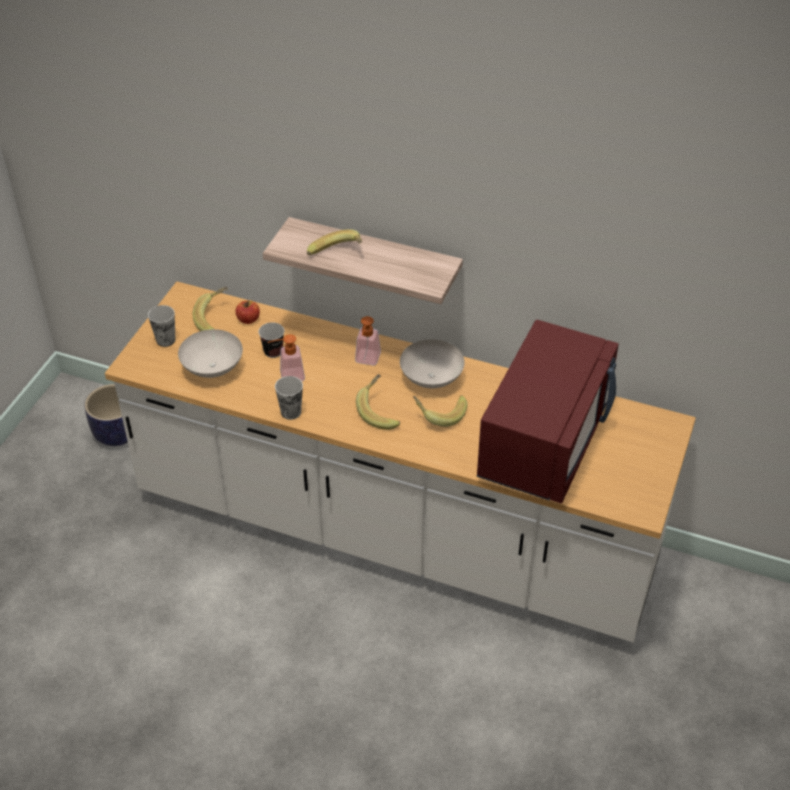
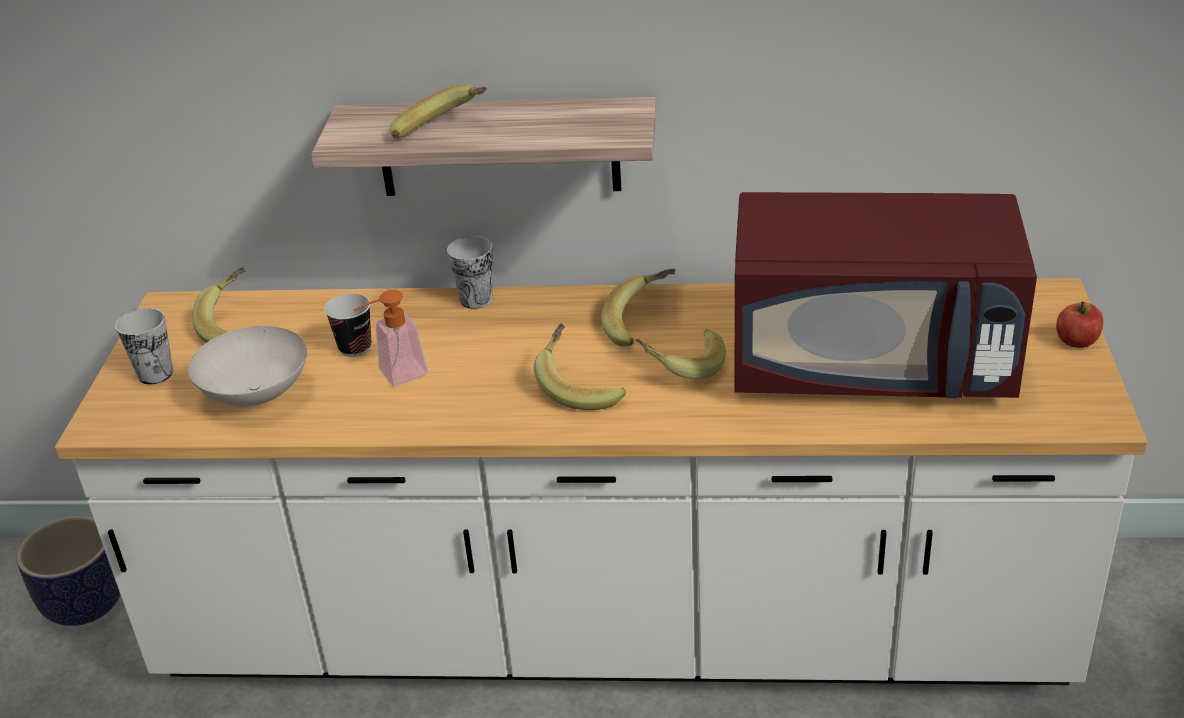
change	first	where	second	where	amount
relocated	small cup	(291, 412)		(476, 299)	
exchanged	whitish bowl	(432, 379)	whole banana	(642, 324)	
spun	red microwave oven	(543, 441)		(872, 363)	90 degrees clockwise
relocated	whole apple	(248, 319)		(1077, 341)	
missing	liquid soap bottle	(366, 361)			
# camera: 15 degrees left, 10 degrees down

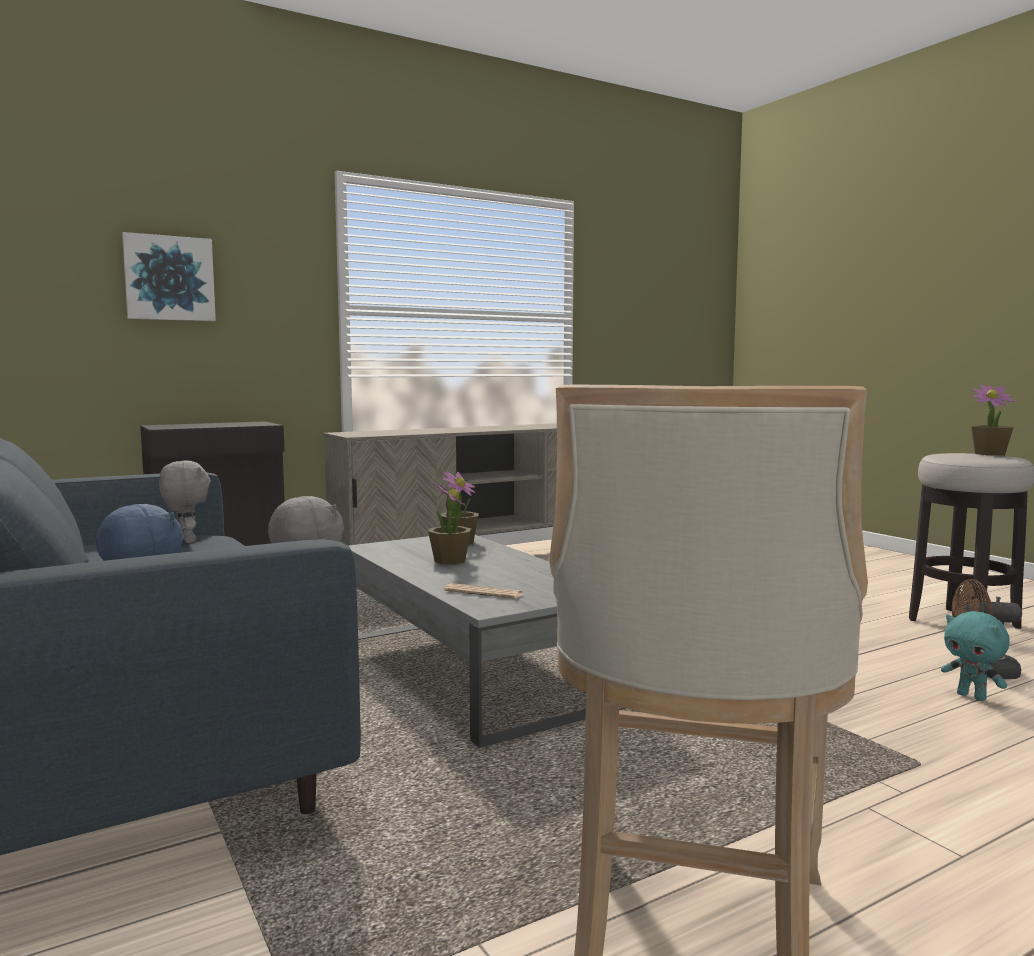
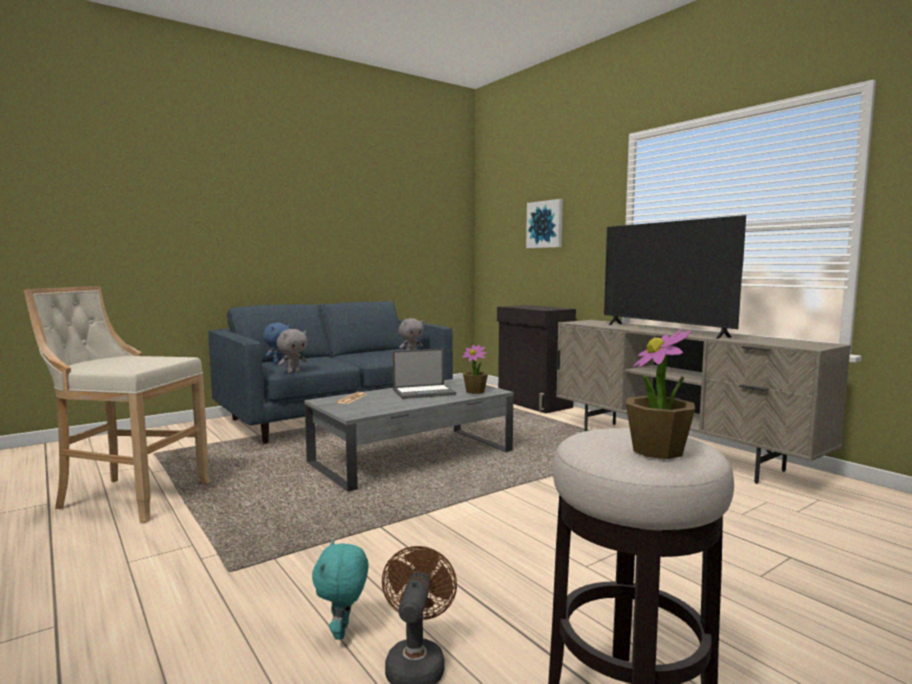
change	first	where	second	where	amount
spun	turquoise-coloured plush toy	(972, 696)		(343, 632)	45 degrees counterclockwise
exchanged	potted plant	(449, 560)	laptop	(424, 392)	
appeared			TV set	(663, 330)	
# camera: 85 degrees right, 0 degrees up

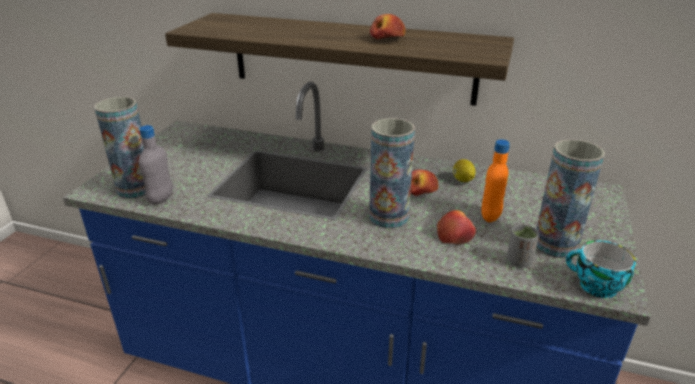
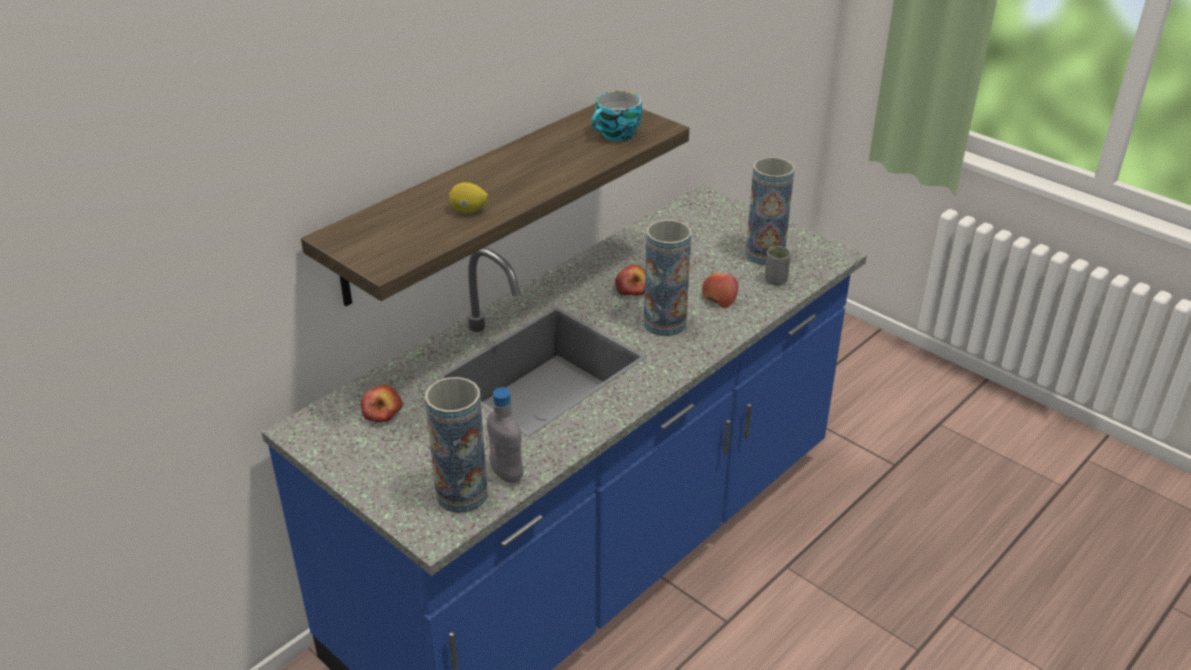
change	first	where	second	where	amount
relocated	whole apple	(387, 39)		(383, 413)	
relocated	whole lemon	(463, 180)		(468, 211)	
relocated	small cup	(595, 286)		(617, 135)	
missing	orange beverage bottle	(490, 216)			
# camera: 65 degrees left, 5 degrees up

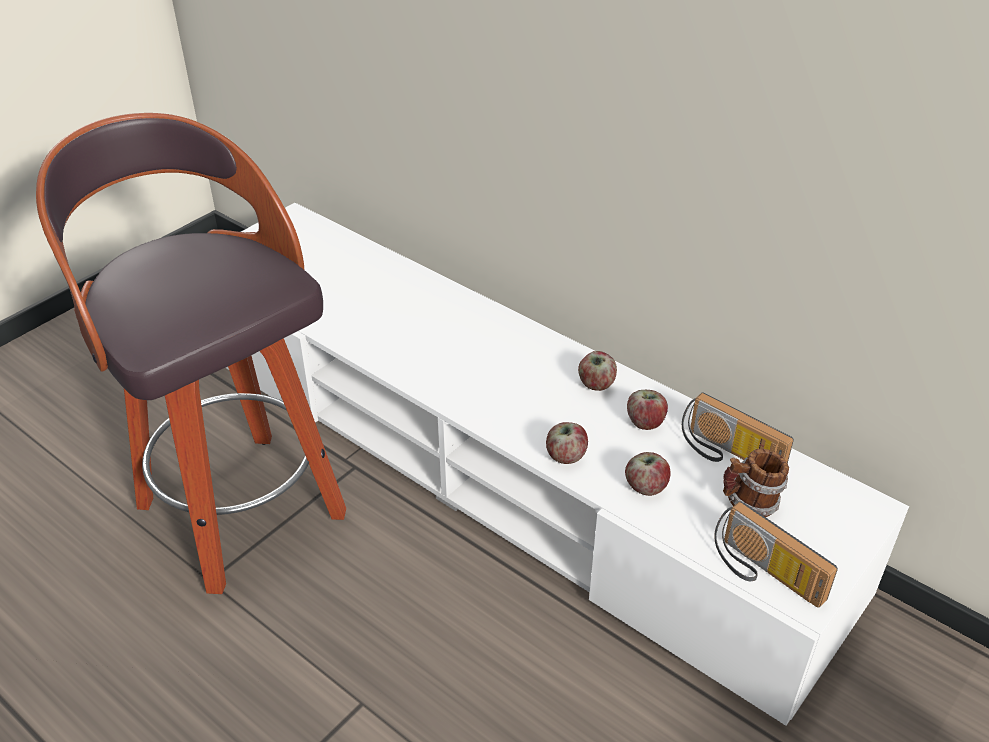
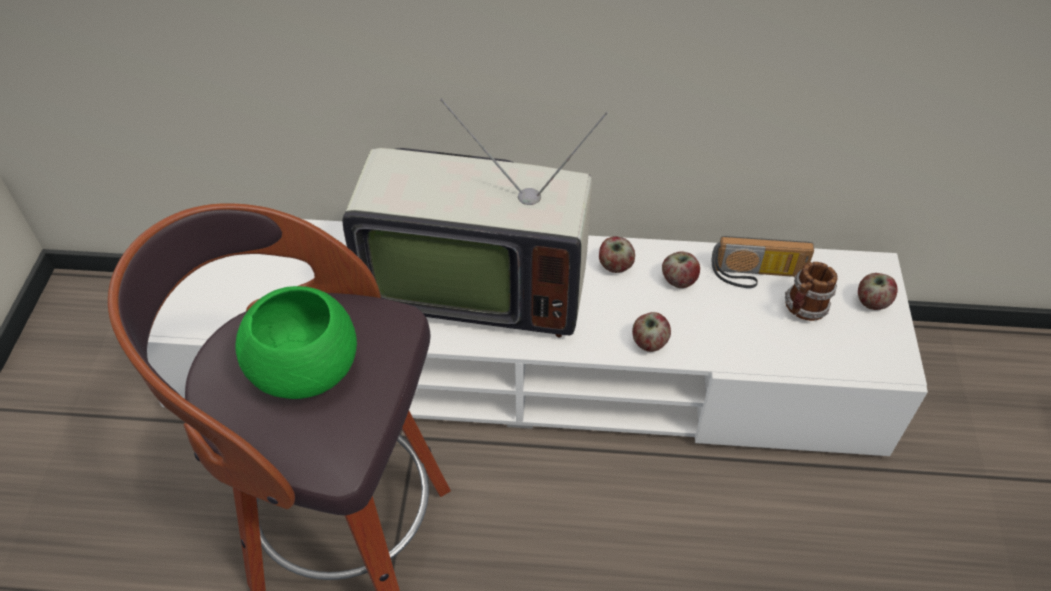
change	first	where	second	where	amount
appeared			green-coloured bowl	(306, 369)	
appeared			TV set	(474, 285)	
relocated	whole apple	(646, 486)		(872, 302)	
missing	radio receiver	(763, 573)			
# camera: 35 degrees left, 10 degrees up

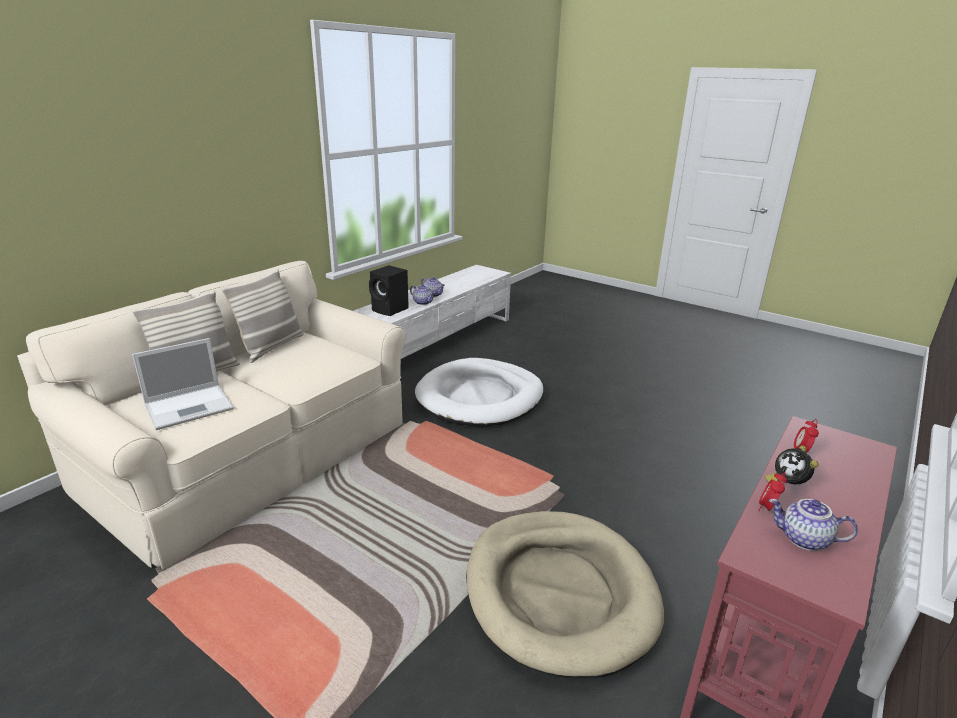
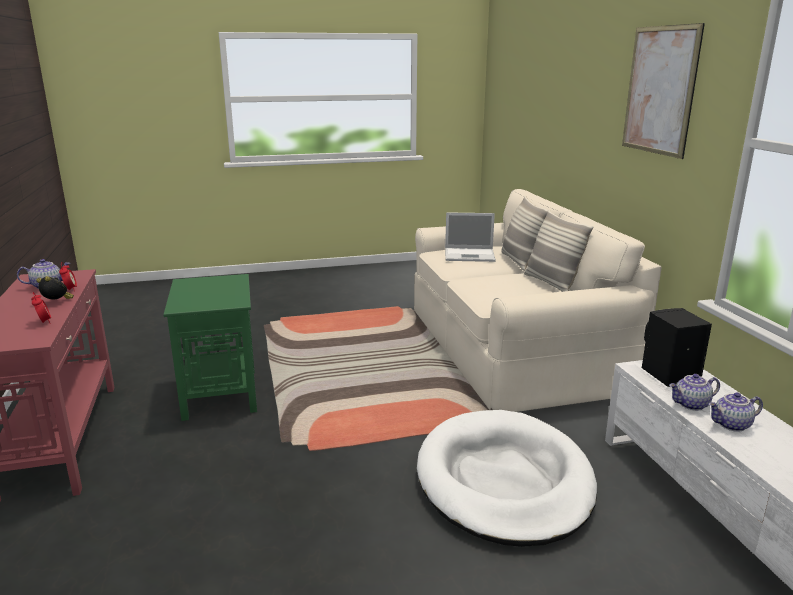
change	first	where	second	where	amount
exchanged	sand-coloured dog bed	(559, 592)	green-coloured accent table	(220, 394)	
spun	laptop	(191, 406)		(470, 255)	90 degrees counterclockwise
appeared			picture	(659, 90)	
# camera: 130 degrees right, 5 degrees down

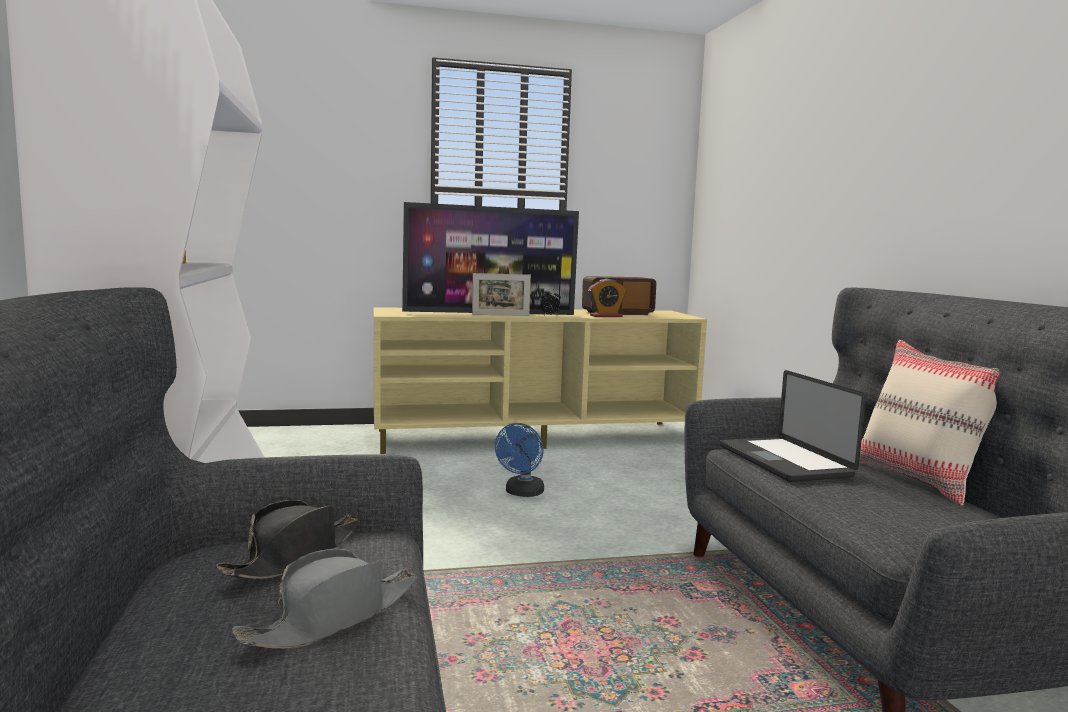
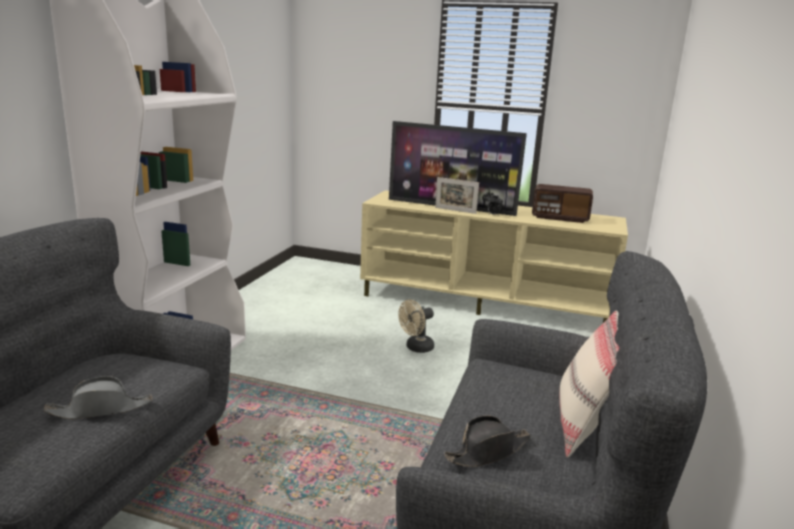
change	first	where	second	where	amount
colour	blue cooling fan	(522, 493)	sand-coloured cooling fan	(416, 348)	
relocated	black-coloured hat	(295, 555)		(488, 451)	
missing	bedside clock	(606, 316)			
missing	laptop	(783, 461)			
# camera: 30 degrees right, 10 degrees up

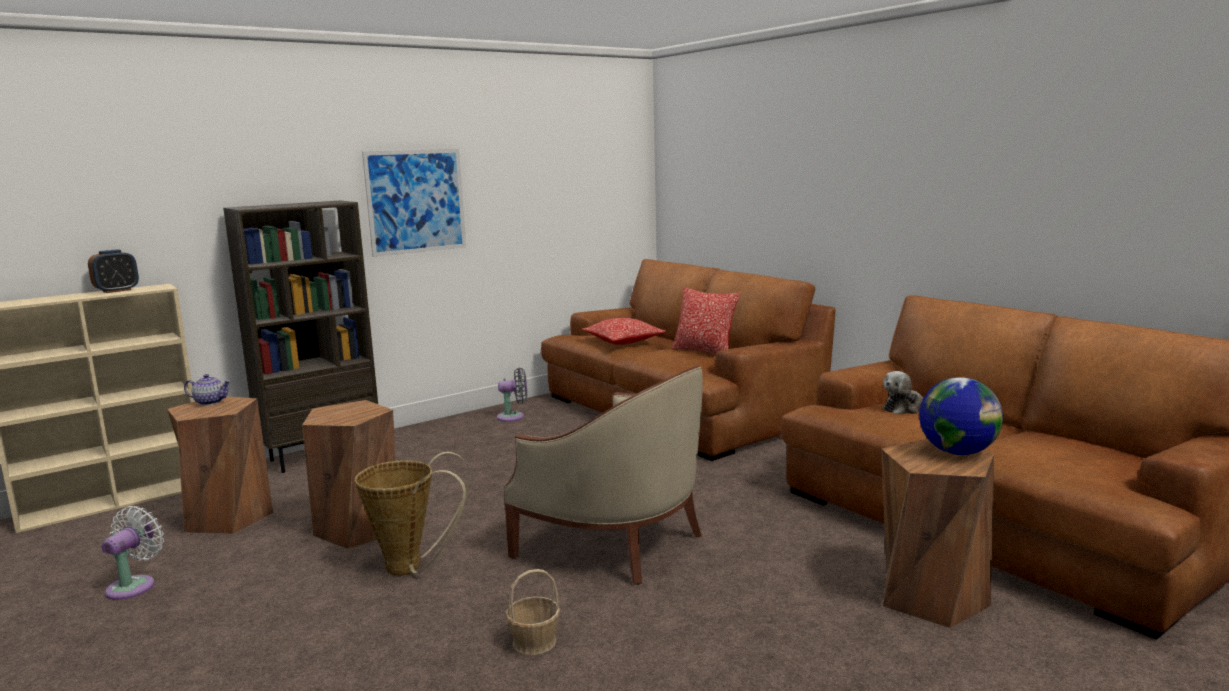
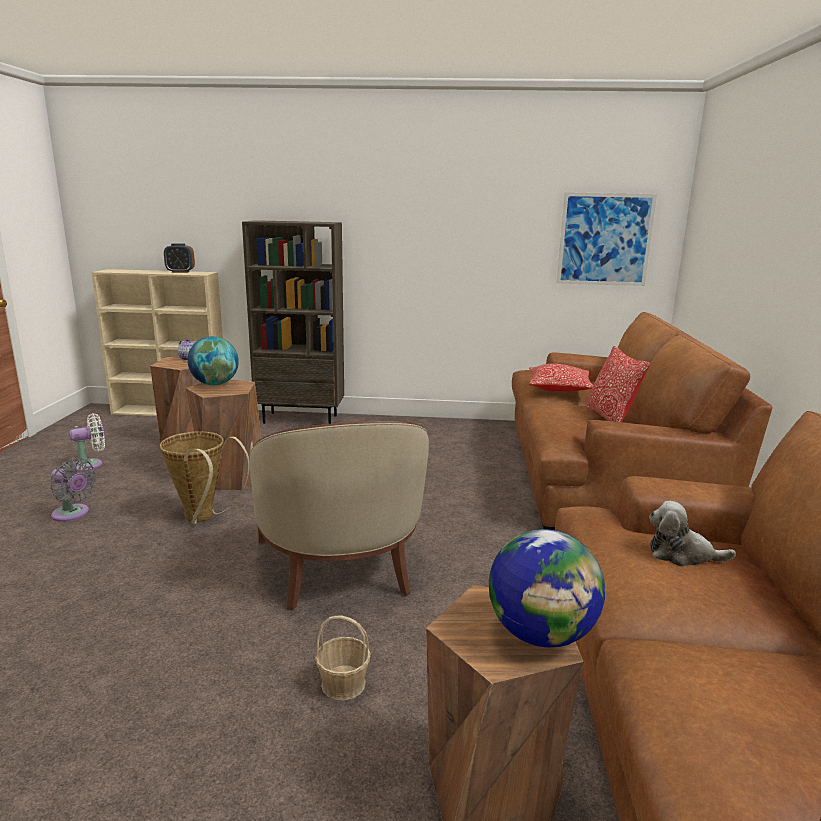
change	first	where	second	where	amount
relocated	grey cooling fan	(513, 417)		(73, 514)	
appeared			desk globe	(215, 384)	
relocated	household basket	(534, 642)		(343, 683)	
relocated	picture	(416, 201)		(605, 239)	
# camera: 40 degrees right, 5 degrees up

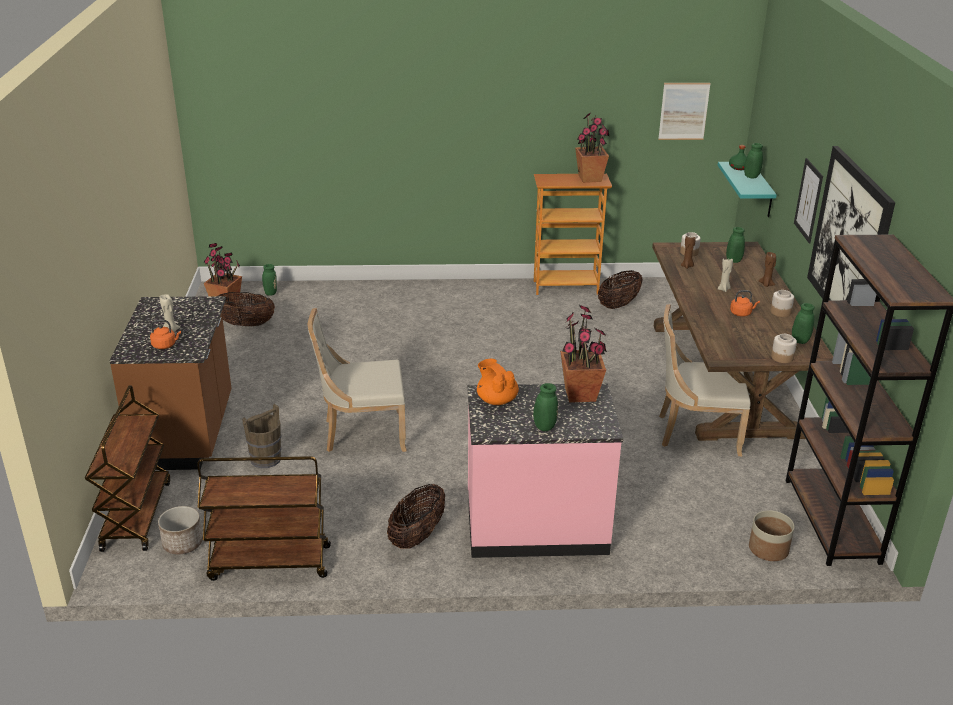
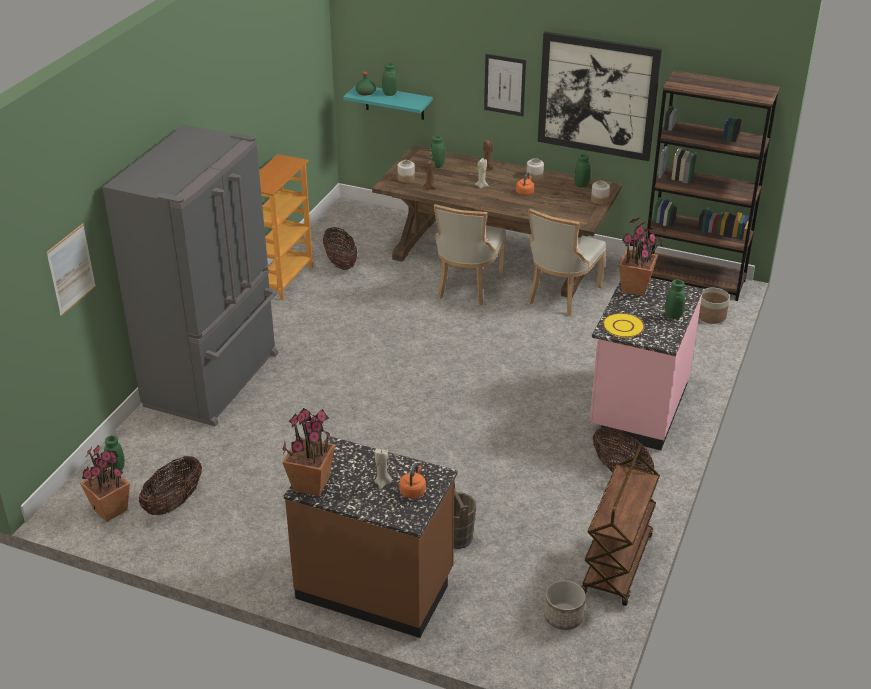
change	first	where	second	where	amount
relocated	picture	(684, 111)		(71, 269)	
appeared			grey fridge	(215, 380)	
relocated	potted plant	(590, 178)		(311, 484)	
relocated	sand-coloured upright chair	(361, 433)		(467, 287)	
exchanged	orange tea pot	(496, 400)	yellowish plate	(623, 326)	
missing	brownish trolley	(136, 515)			
# camera: 65 degrees left, 5 degrees up

